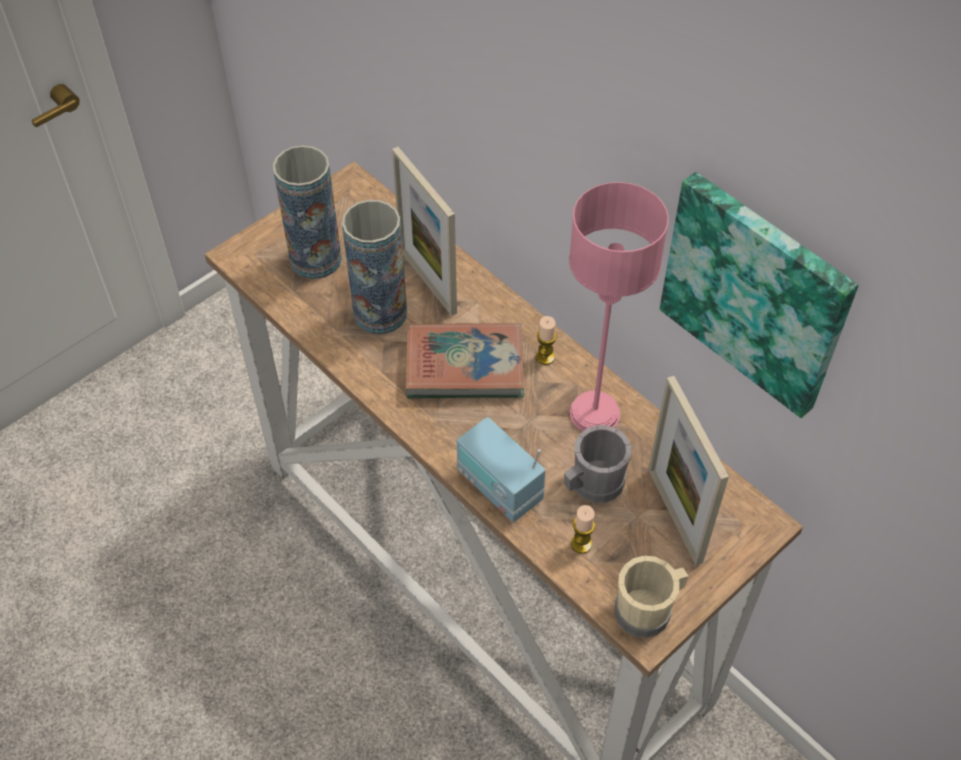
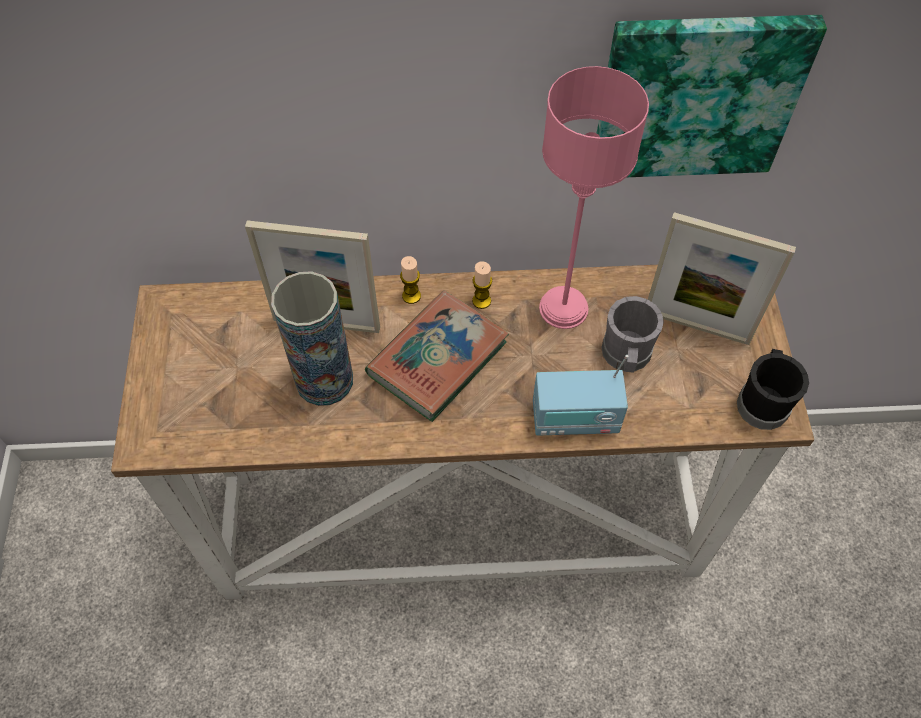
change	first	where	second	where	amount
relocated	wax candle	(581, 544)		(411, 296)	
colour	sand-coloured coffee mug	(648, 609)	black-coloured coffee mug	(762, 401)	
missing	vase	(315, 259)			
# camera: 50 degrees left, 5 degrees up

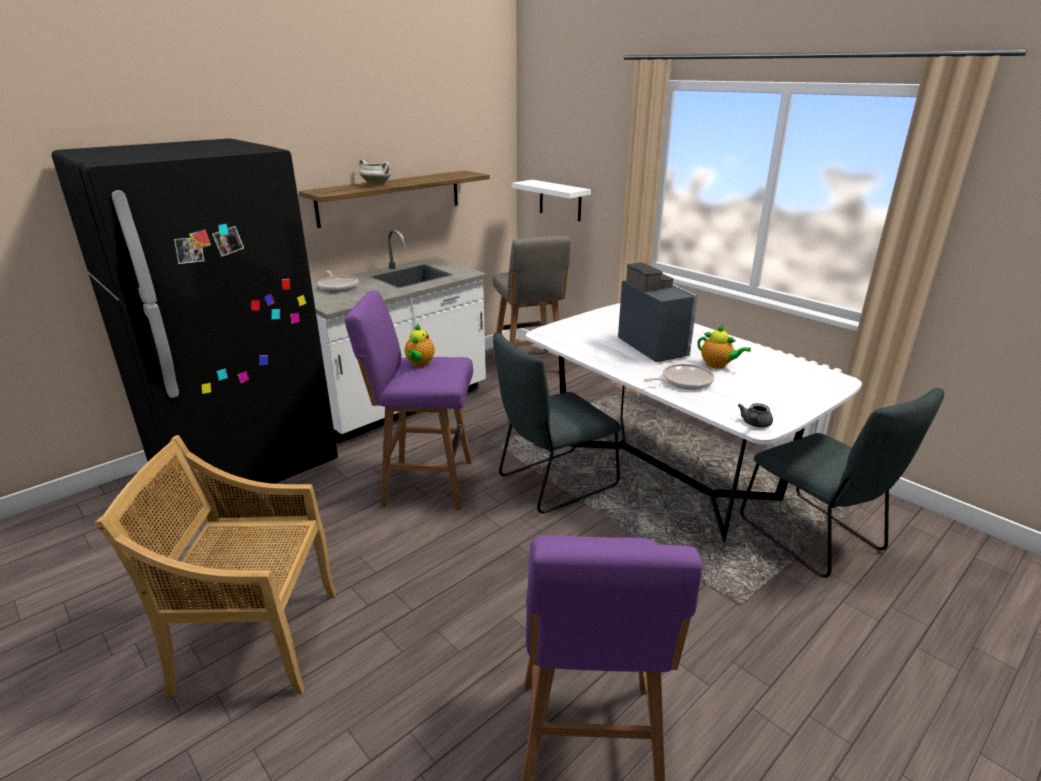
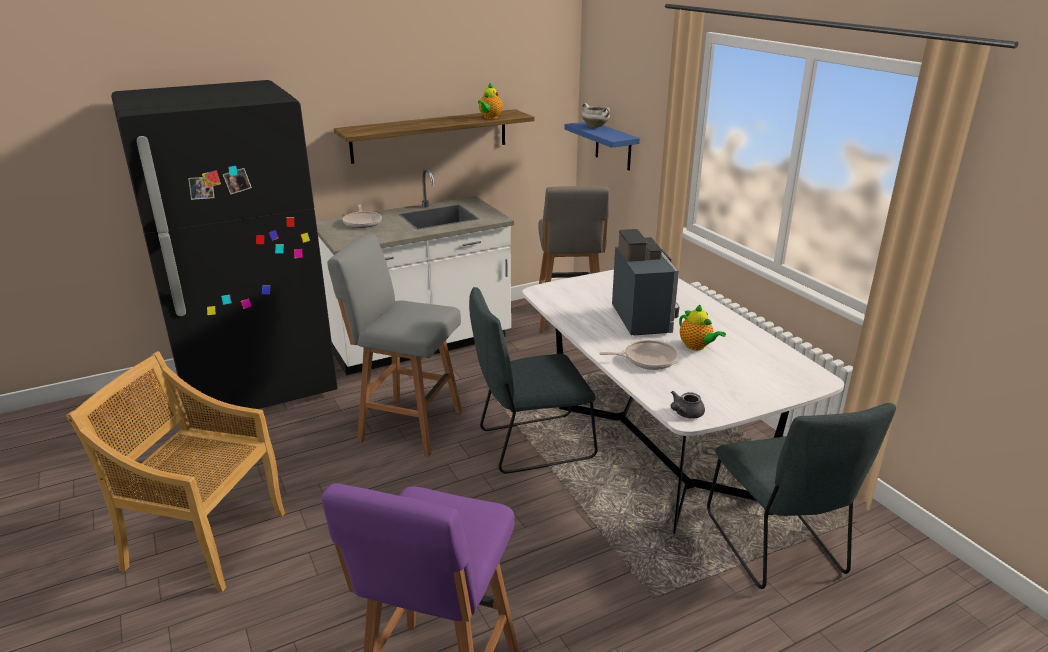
change	first	where	second	where	amount
colour	purple-coloured stool seat	(424, 482)	grey stool seat	(407, 425)	
relocated	tea pot	(419, 364)		(490, 117)	
colour	whitish wall shelf	(560, 200)	blue wall shelf	(613, 146)	
relocated	whitish saucepot	(377, 185)		(595, 126)	
# camera: 15 degrees right, 0 degrees up

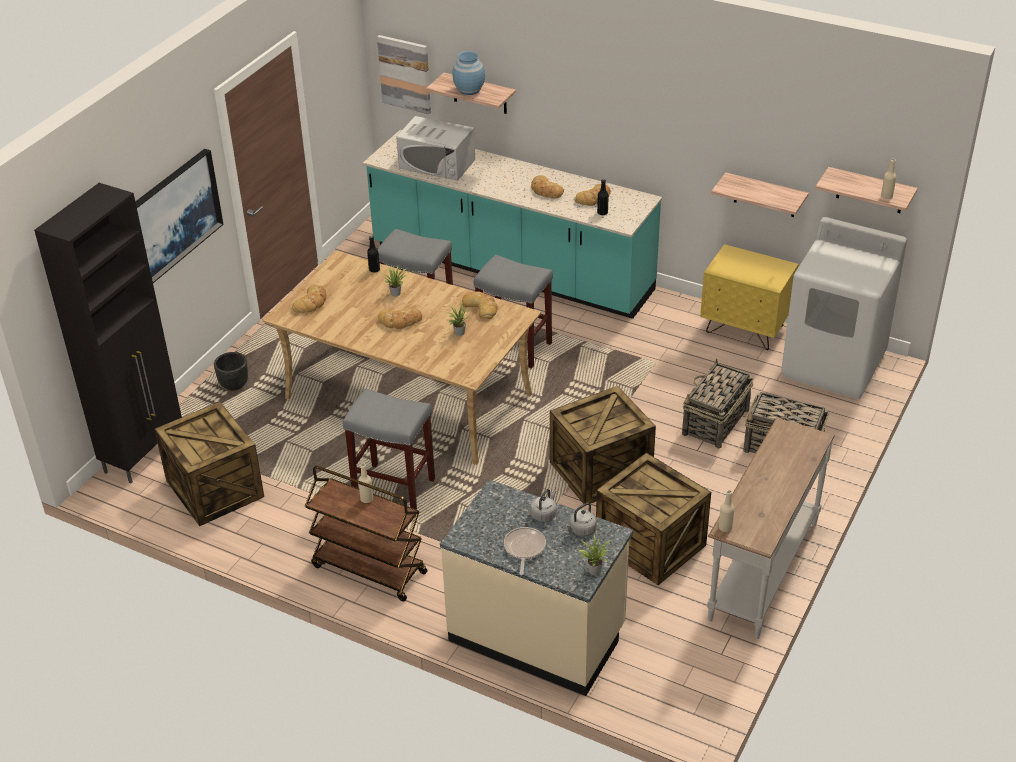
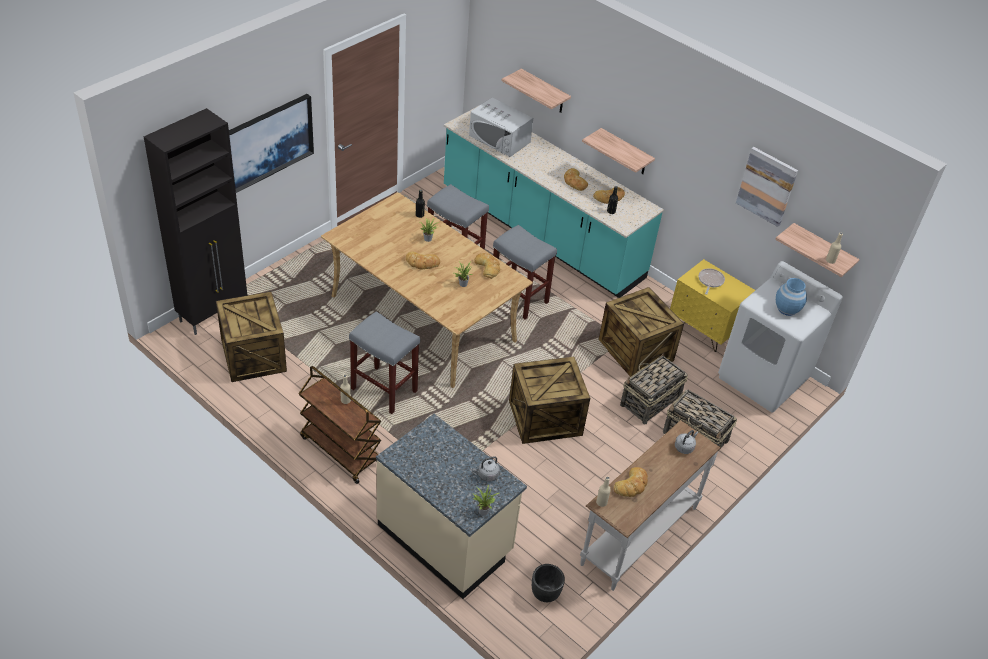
change	first	where	second	where	amount
relocated	black-coloured planter	(234, 385)		(545, 594)	
relocated	wall shelf	(765, 195)		(625, 152)	
relocated	crate	(651, 543)		(636, 350)	
relocated	bakery bread	(311, 302)		(632, 485)	
relocated	grey water kettle	(544, 514)		(684, 447)	
relocated	skillet	(524, 549)		(710, 281)	
relocated	picture	(405, 74)		(767, 186)	
relocated	blue vase	(469, 90)		(786, 309)	
# camera: 10 degrees right, 5 degrees up

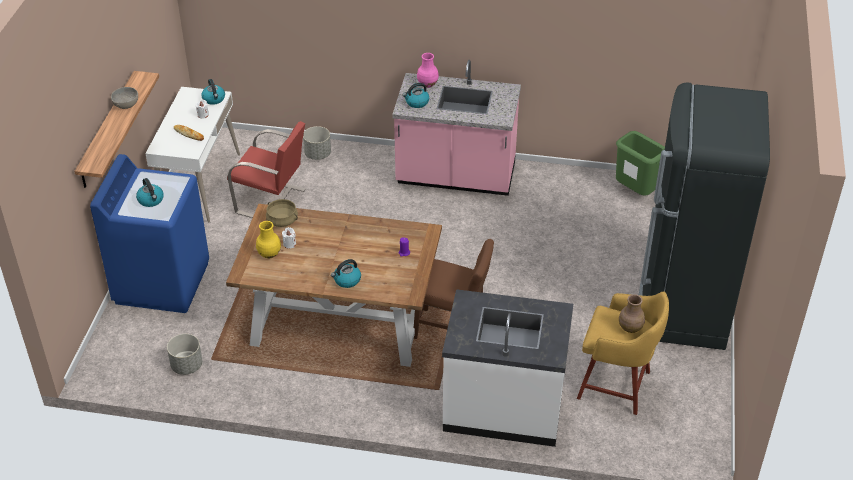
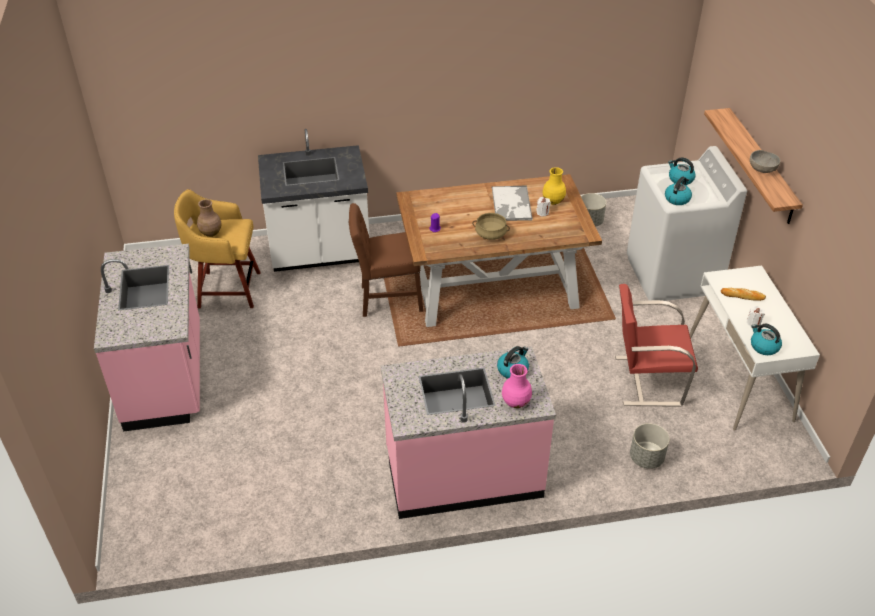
change	first	where	second	where	amount
exchanged	black-coloured fridge	(683, 307)	pink-coloured kitchen base unit	(166, 376)	
relocated	sand-coloured saucepot	(282, 220)		(490, 234)	
appeared			tray	(511, 204)	
colour	blue laundry appliance	(162, 282)	whitish laundry appliance	(672, 275)	
relocated	water kettle	(347, 280)		(677, 198)	
missing	green-coloured rubbish bin	(635, 192)			
# camera: 160 degrees right, 0 degrees up

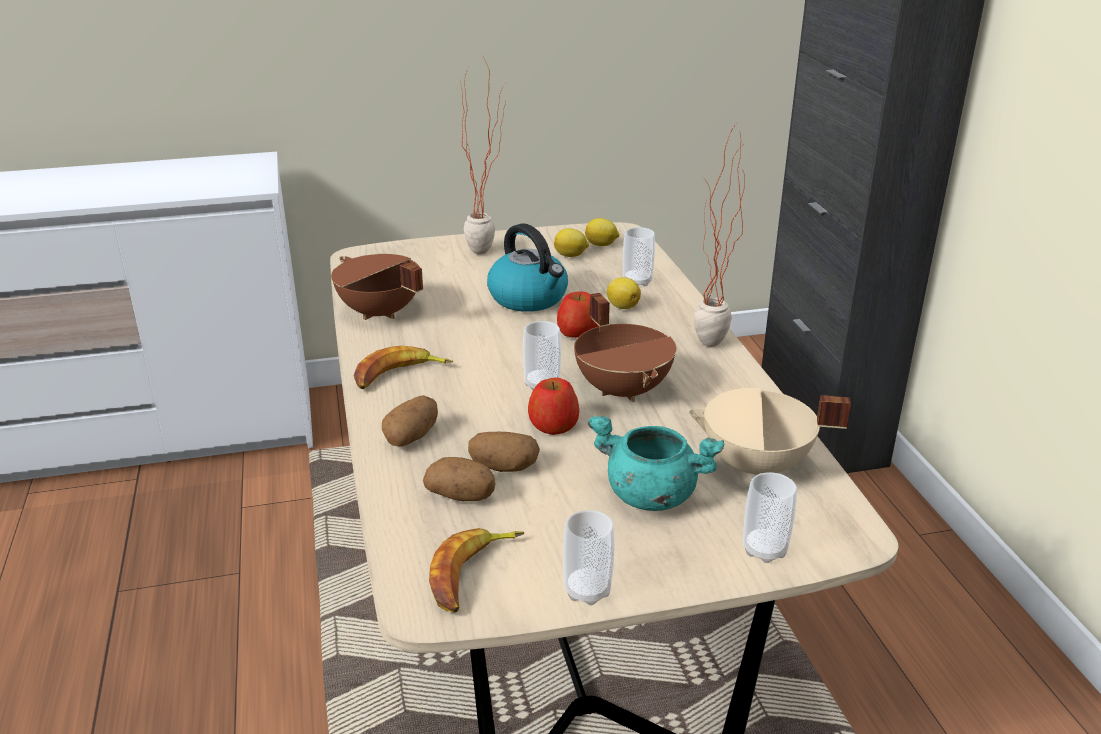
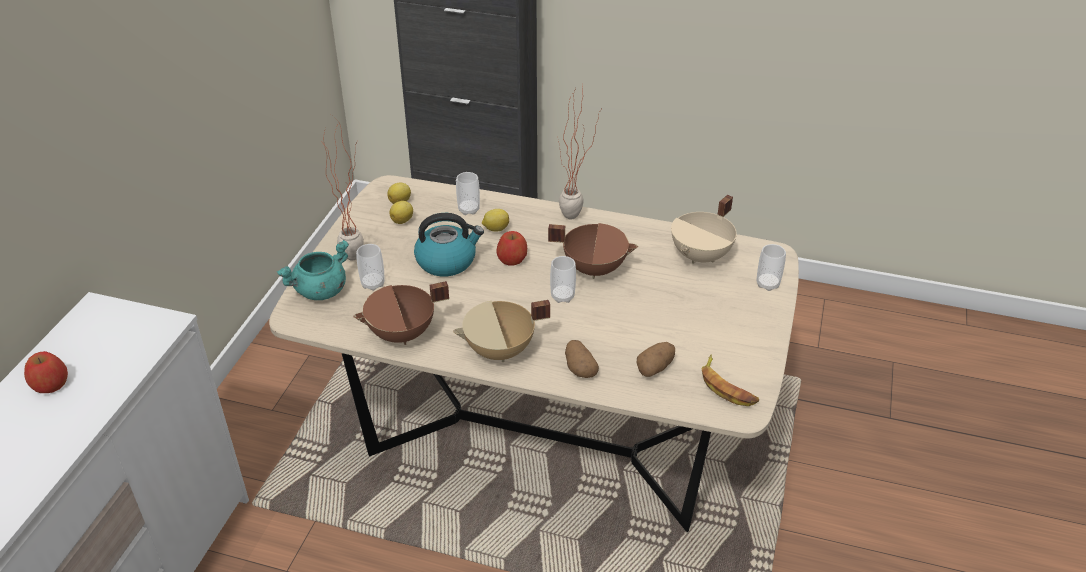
change	first	where	second	where	amount
relocated	whole apple	(554, 424)		(50, 383)	
relocated	turquoise-coloured saucepot	(650, 495)		(320, 291)	
relocated	small cup	(587, 590)		(373, 284)	
exchanged	whole banana	(399, 375)	sand-coloured saucepot	(500, 351)	
missing	potato	(503, 467)			
# camera: 60 degrees left, 10 degrees up

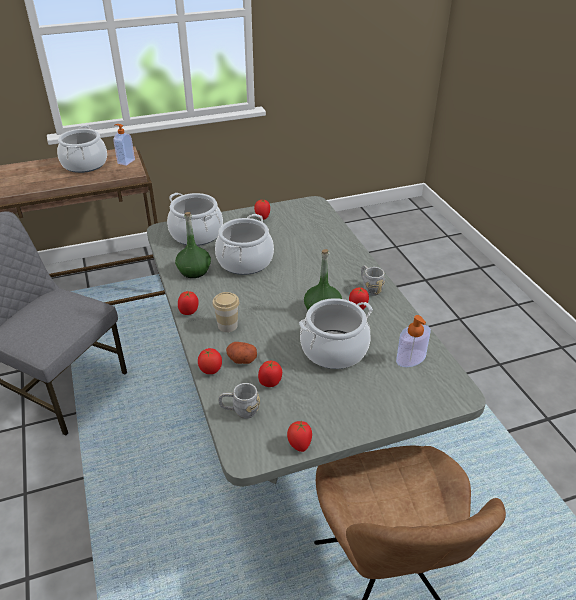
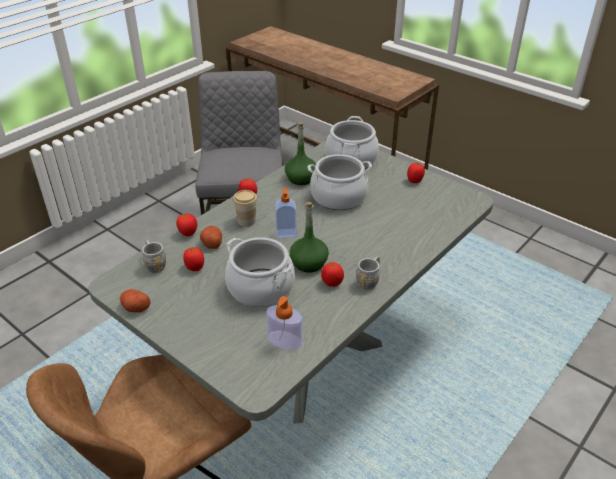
change	first	where	second	where	amount
exchanged	tomato	(299, 445)	potato	(135, 307)	
relocated	liquid soap bottle	(125, 161)		(286, 233)	
missing	saucepot	(84, 164)			
# camera: 60 degrees right, 0 degrees up

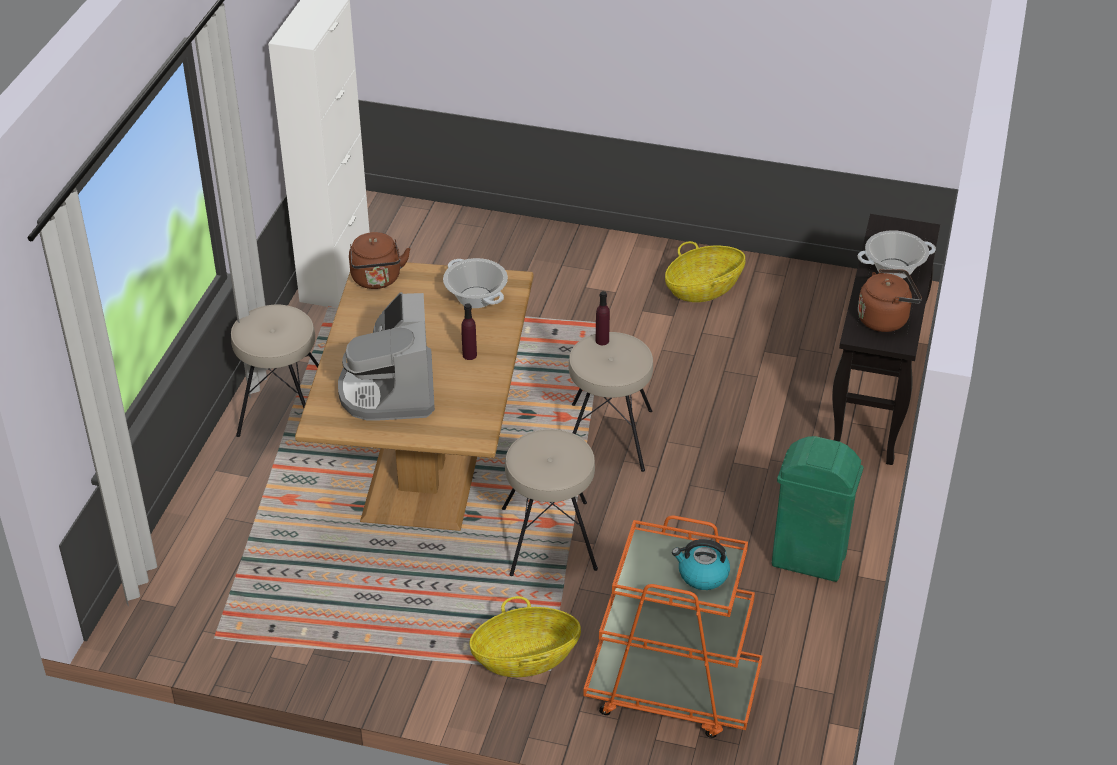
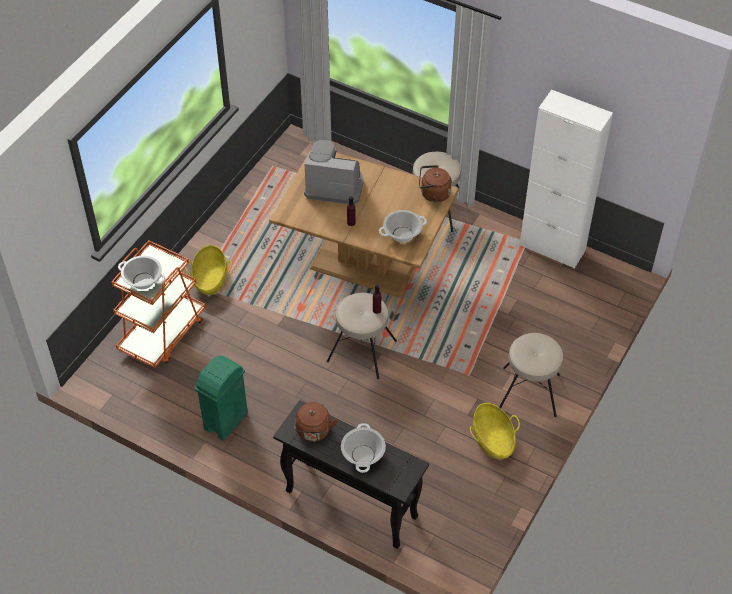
change	first	where	second	where	amount
exchanged	water kettle	(702, 575)	saucepot	(143, 281)	
relocated	sand-coloured stool seat	(550, 538)		(529, 392)	
# camera: 105 degrees right, 10 degrees up

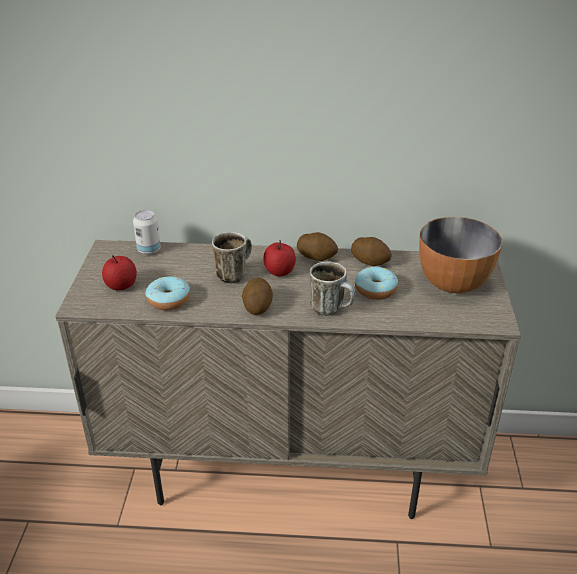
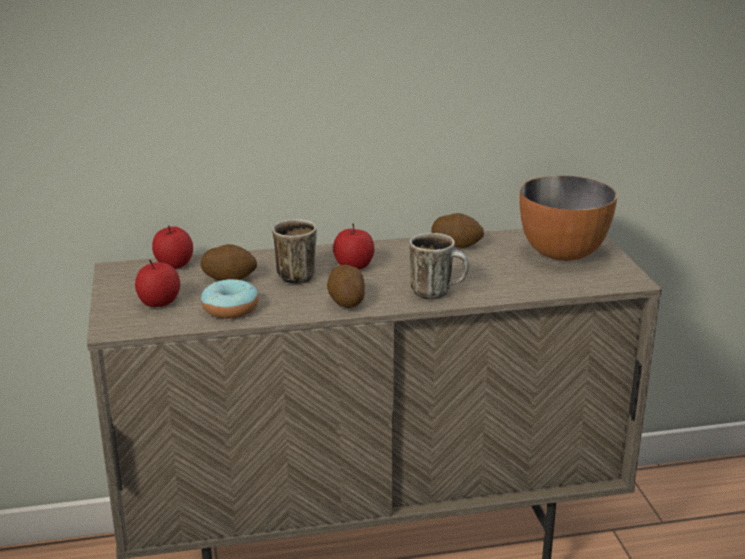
change	first	where	second	where	amount
exchanged	can	(149, 250)	whole apple	(174, 264)	
relocated	potato	(317, 256)		(229, 278)	
missing	ring doughnut	(375, 290)			
# camera: 15 degrees left, 10 degrees down

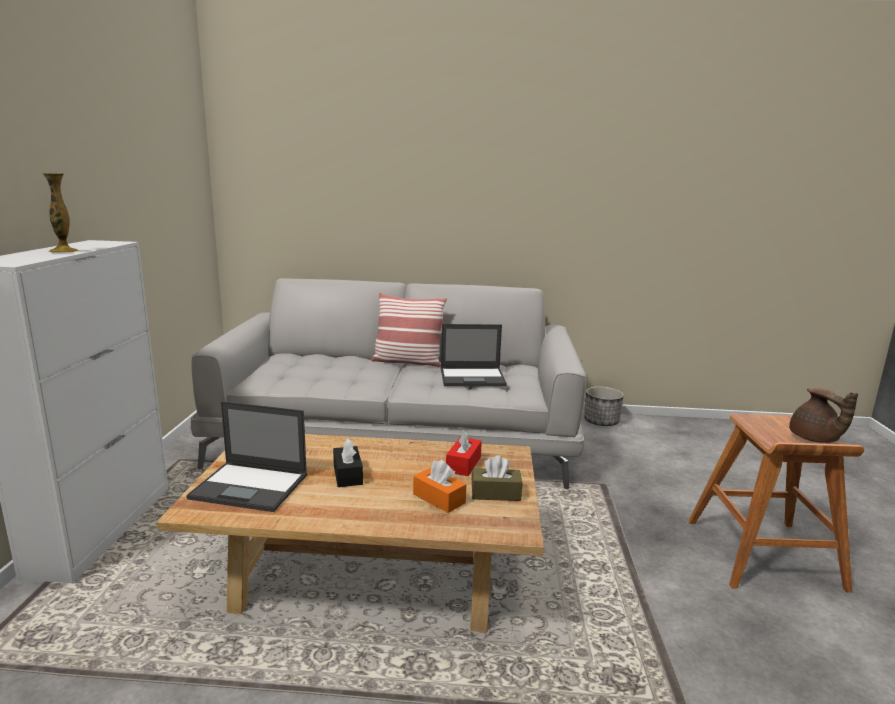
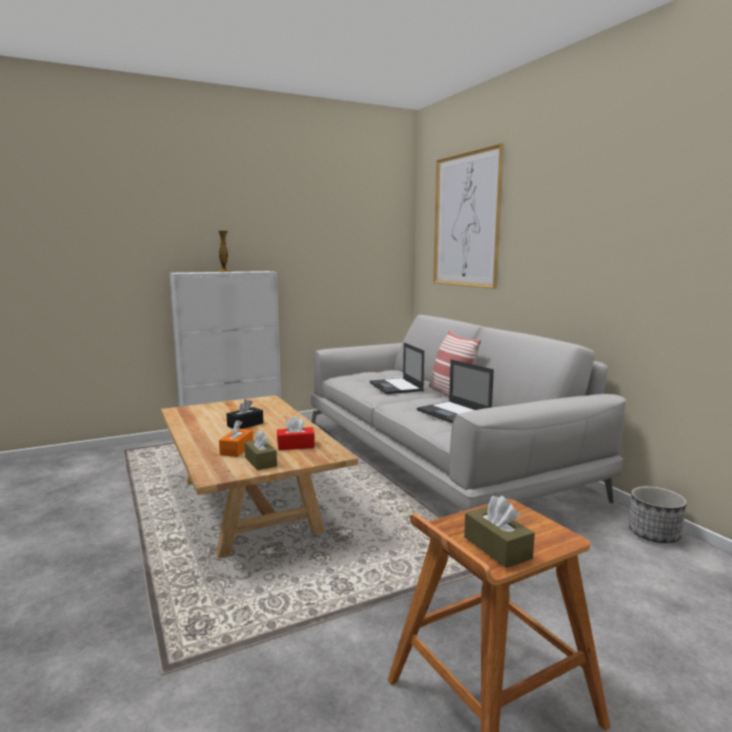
change	first	where	second	where	amount
relocated	laptop	(251, 486)		(396, 387)	
appeared			picture	(466, 220)	
exchanged	brownish tea pot	(814, 439)	brownish box of tissues	(497, 547)	
# camera: 60 degrees right, 5 degrees down

